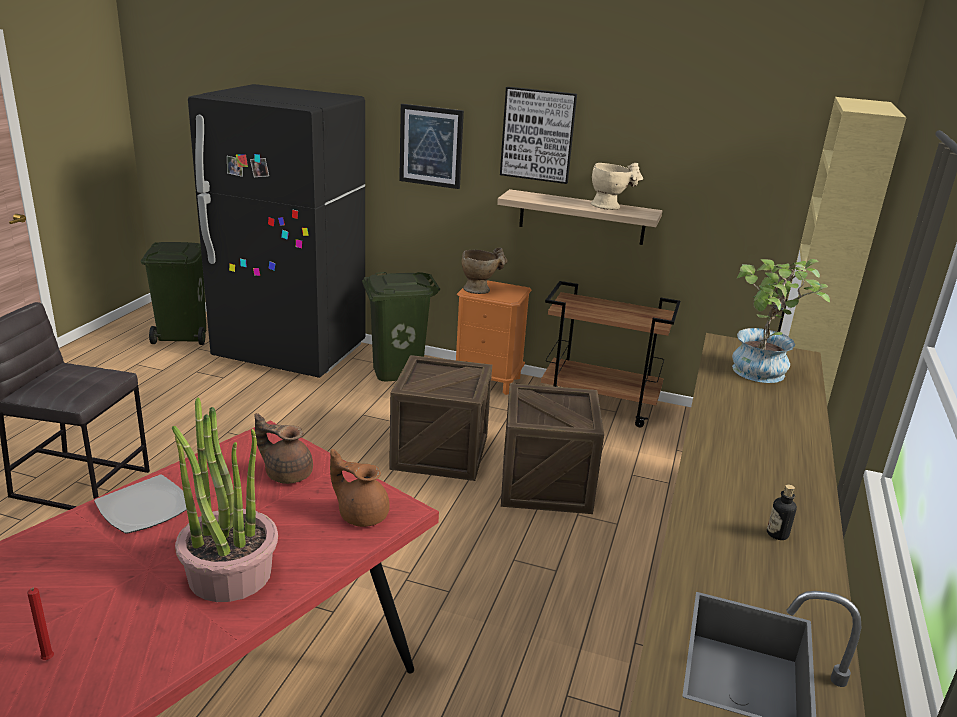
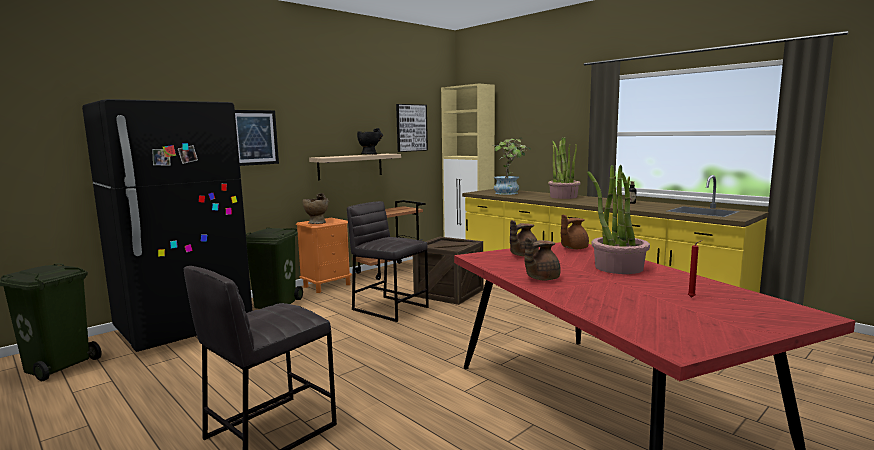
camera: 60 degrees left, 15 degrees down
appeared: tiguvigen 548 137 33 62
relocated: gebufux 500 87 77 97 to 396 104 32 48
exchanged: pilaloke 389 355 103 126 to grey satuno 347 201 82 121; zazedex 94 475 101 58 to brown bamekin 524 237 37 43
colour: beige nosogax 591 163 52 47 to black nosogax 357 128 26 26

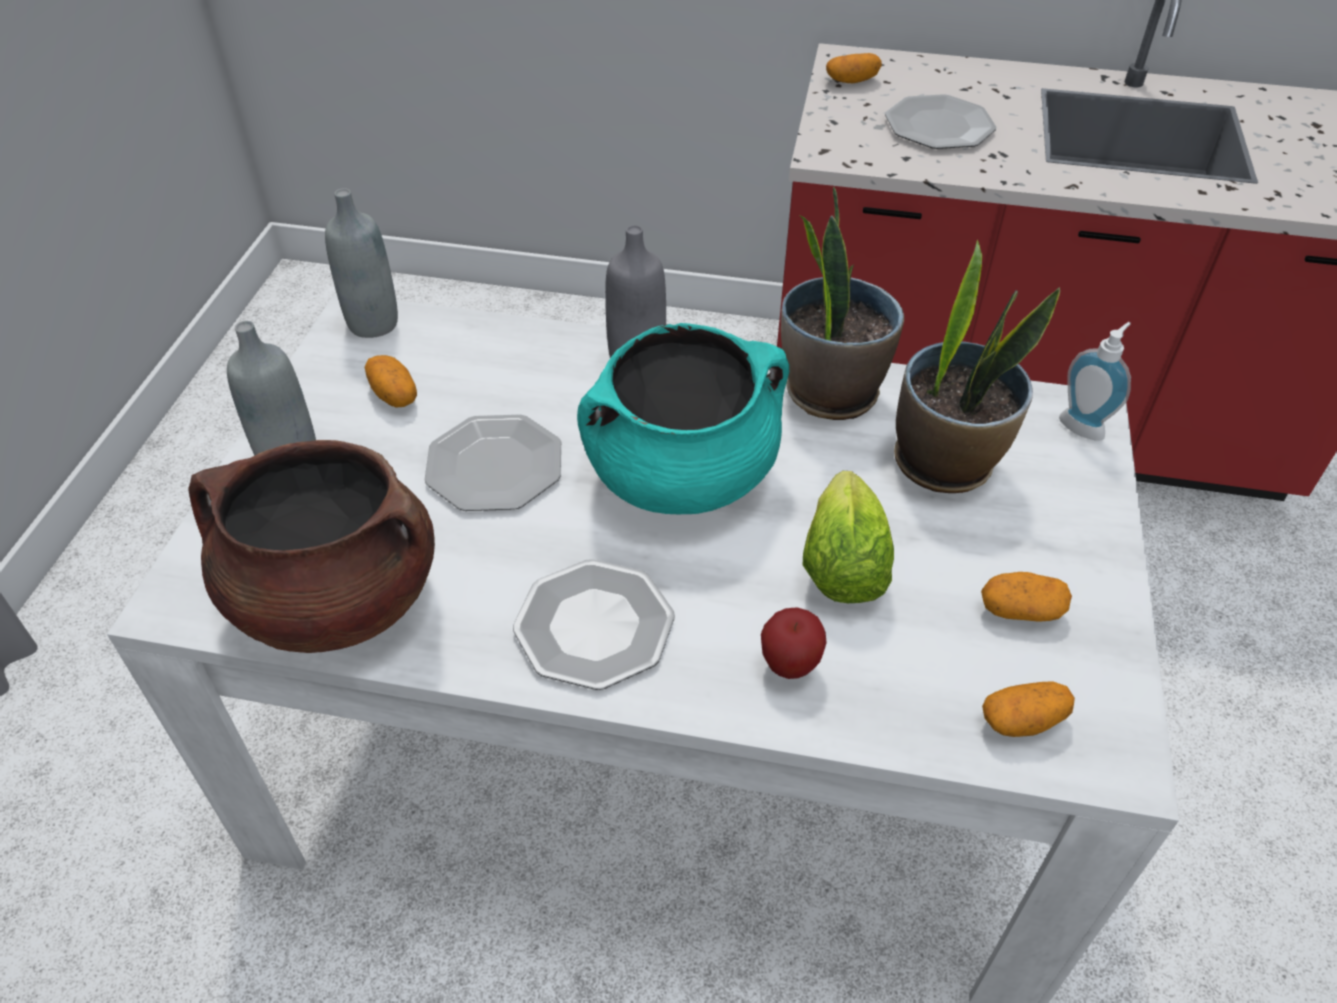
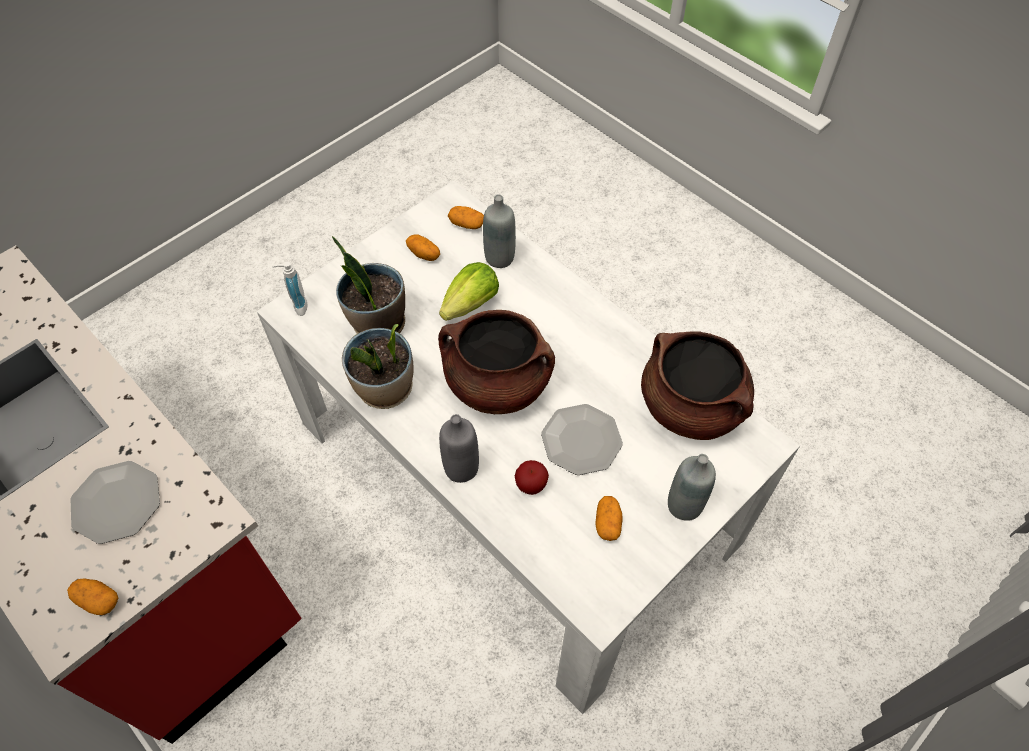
camera: 145 degrees left, 10 degrees up
missing: zazedex 513 559 162 131
relocated: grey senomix 325 188 73 150 to 483 194 33 74; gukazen 761 607 66 72 to 515 460 34 35
colour: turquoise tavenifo 577 323 212 191 to brown tavenifo 438 310 117 104

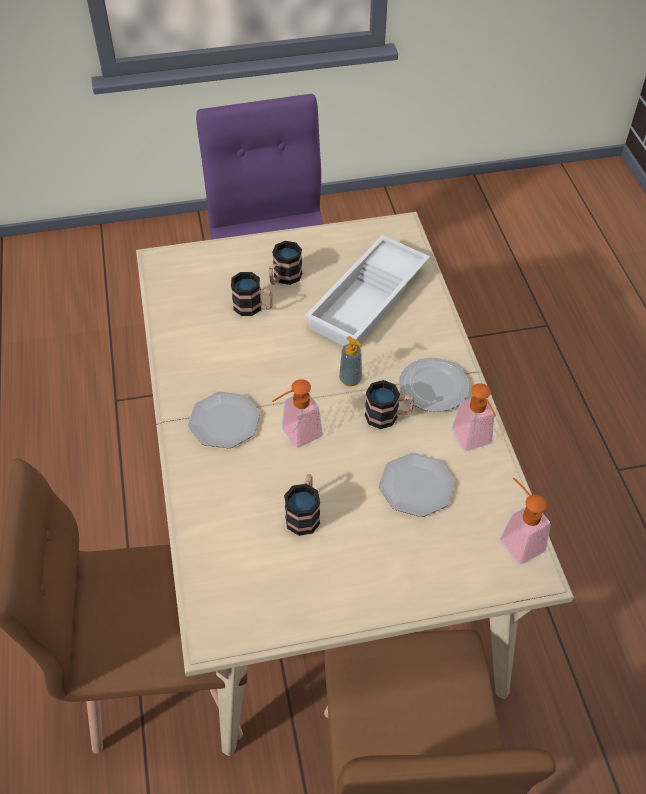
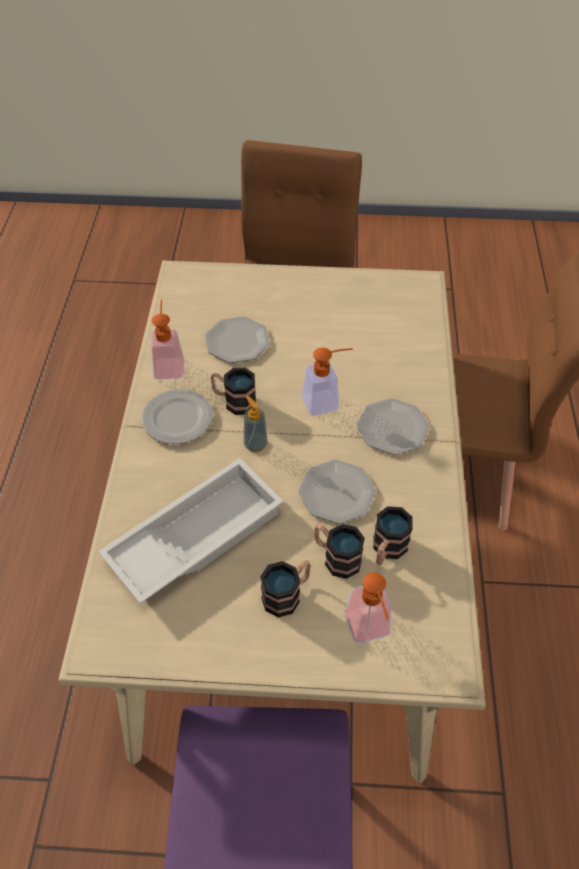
camera: 165 degrees left, 0 degrees up
appeared: zazedex 299 460 77 64
relocated: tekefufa 284 474 36 62 to 373 506 40 59; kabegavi 500 478 51 86 to 345 572 46 71

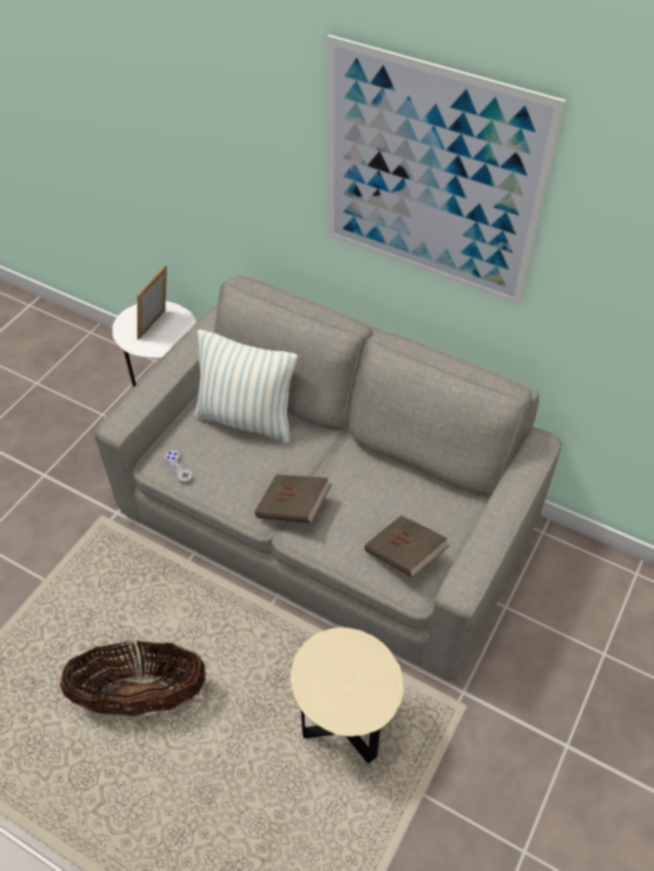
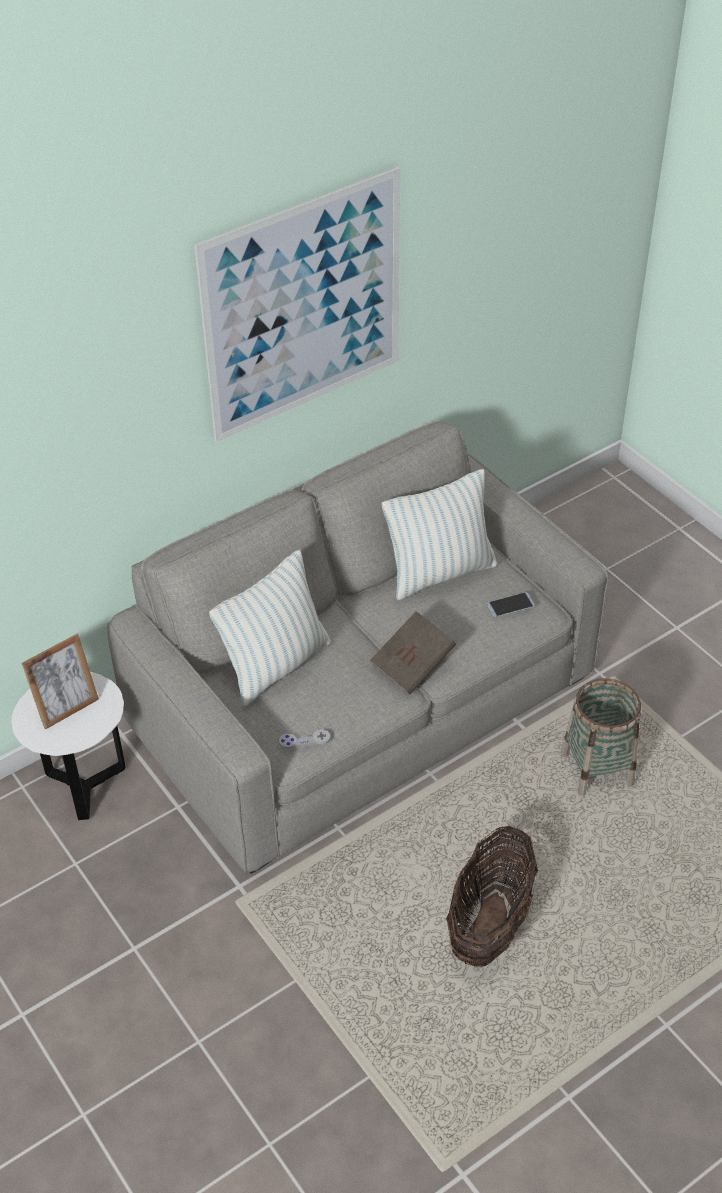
camera: 65 degrees left, 5 degrees down
appeared: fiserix 382 469 115 131
exchanged: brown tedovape 365 515 85 63 to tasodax 487 592 48 25; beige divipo 290 627 114 137 to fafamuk 561 678 80 118
spun: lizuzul 137 265 30 75 = 21 634 78 96 90 degrees counterclockwise

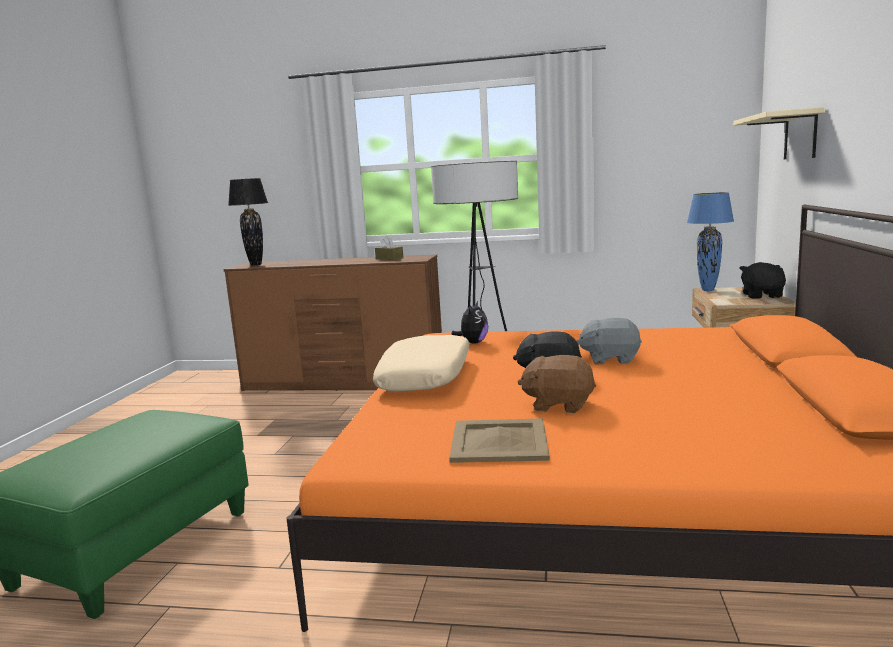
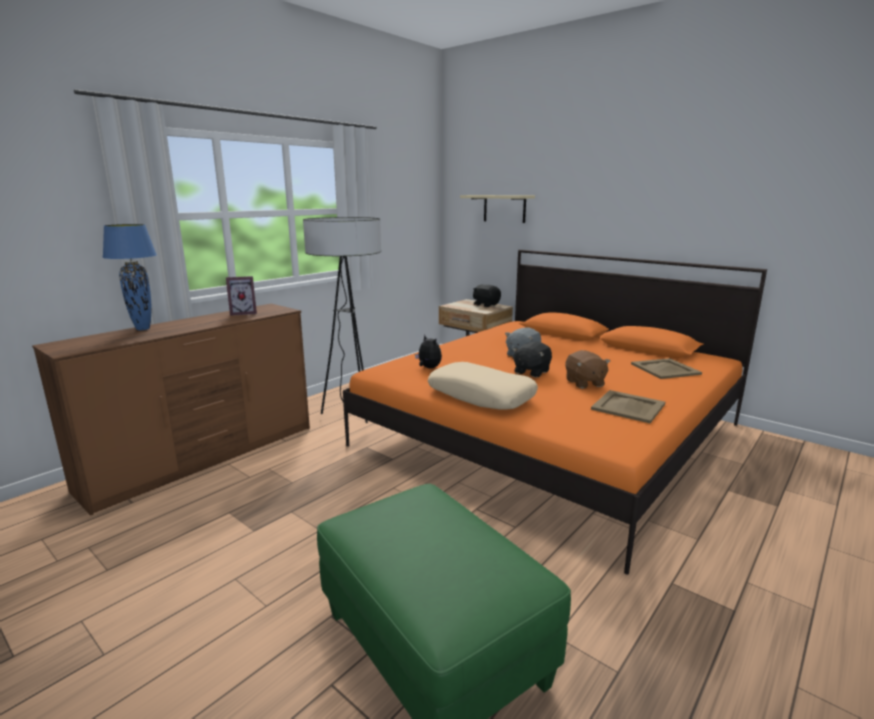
camera: 60 degrees left, 5 degrees up
missing: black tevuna 228 178 40 88
appeared: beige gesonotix 631 358 71 21
relocated: blue tevuna 687 192 47 99 to 102 224 55 106
exchanged: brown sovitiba 375 236 28 24 to lizuzul 226 276 31 40
spun: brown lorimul 518 355 78 58 = 565 350 45 39 60 degrees counterclockwise

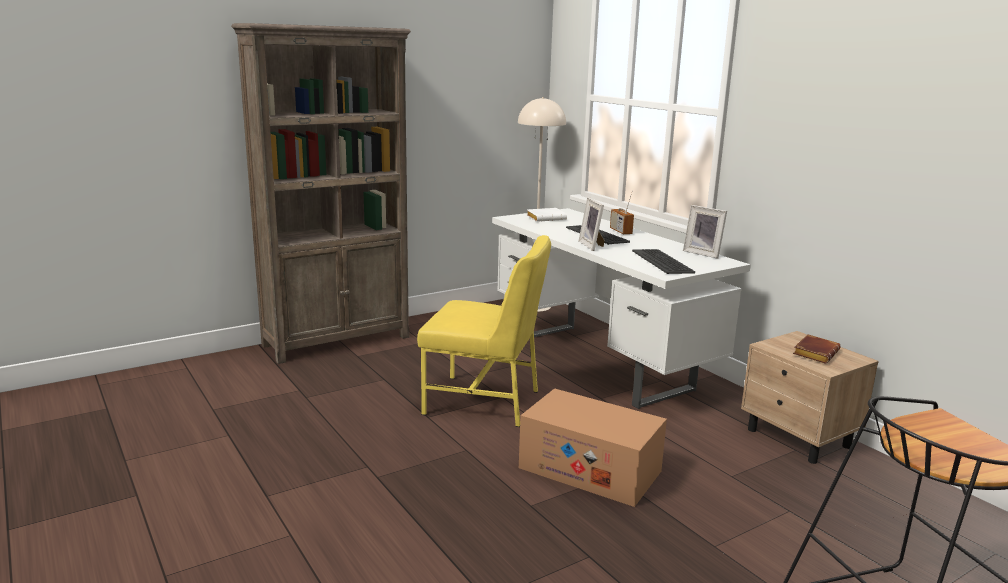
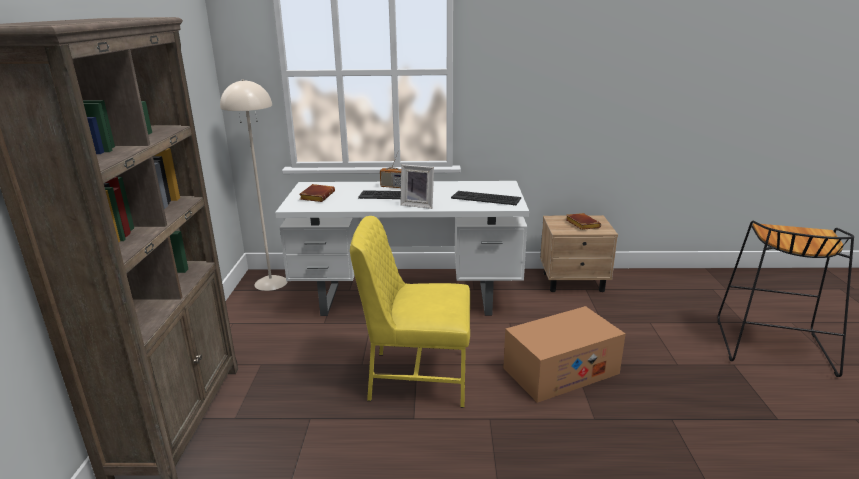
camera: 55 degrees left, 5 degrees up
missing: lizuzul 683 205 44 54
colour: white tedovape 527 208 40 14 to brown tedovape 299 184 36 18
spun: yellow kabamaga 417 235 134 192 = 350 216 120 192 135 degrees counterclockwise

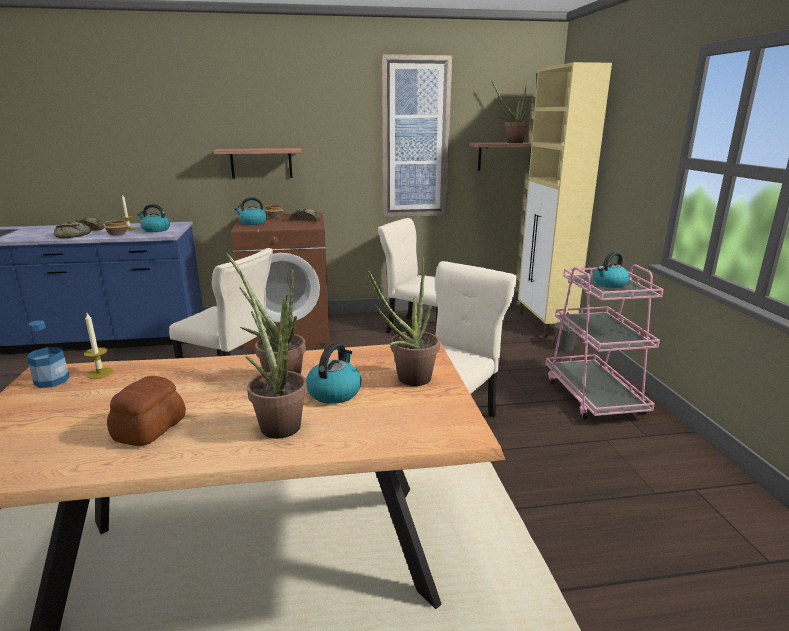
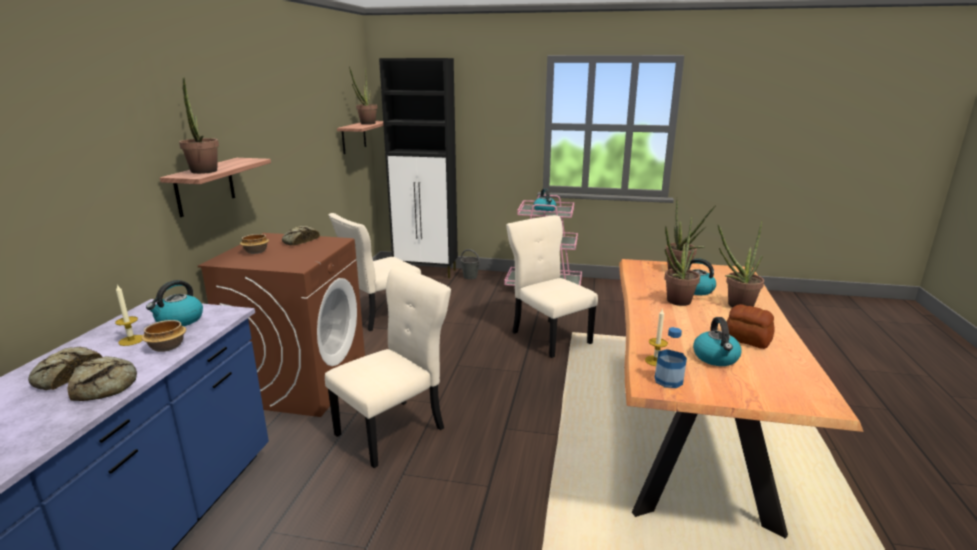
camera: 70 degrees left, 0 degrees up
missing: gebufux 381 54 71 163
appeared: tiguvigen 179 77 40 97
relocated: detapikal 234 197 33 28 to 693 317 49 49
colour: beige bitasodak 518 62 94 277 to black bitasodak 379 58 79 220

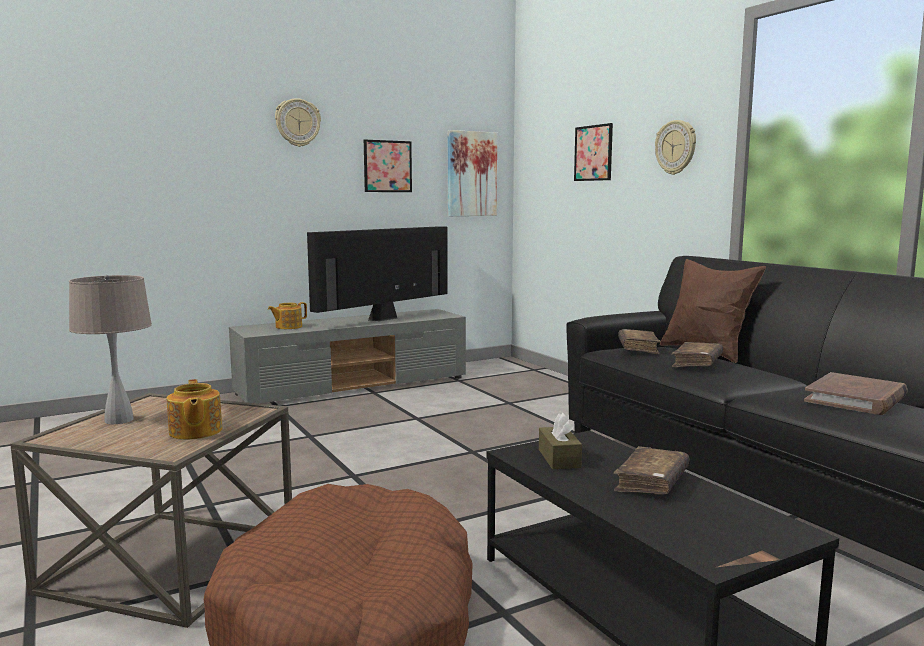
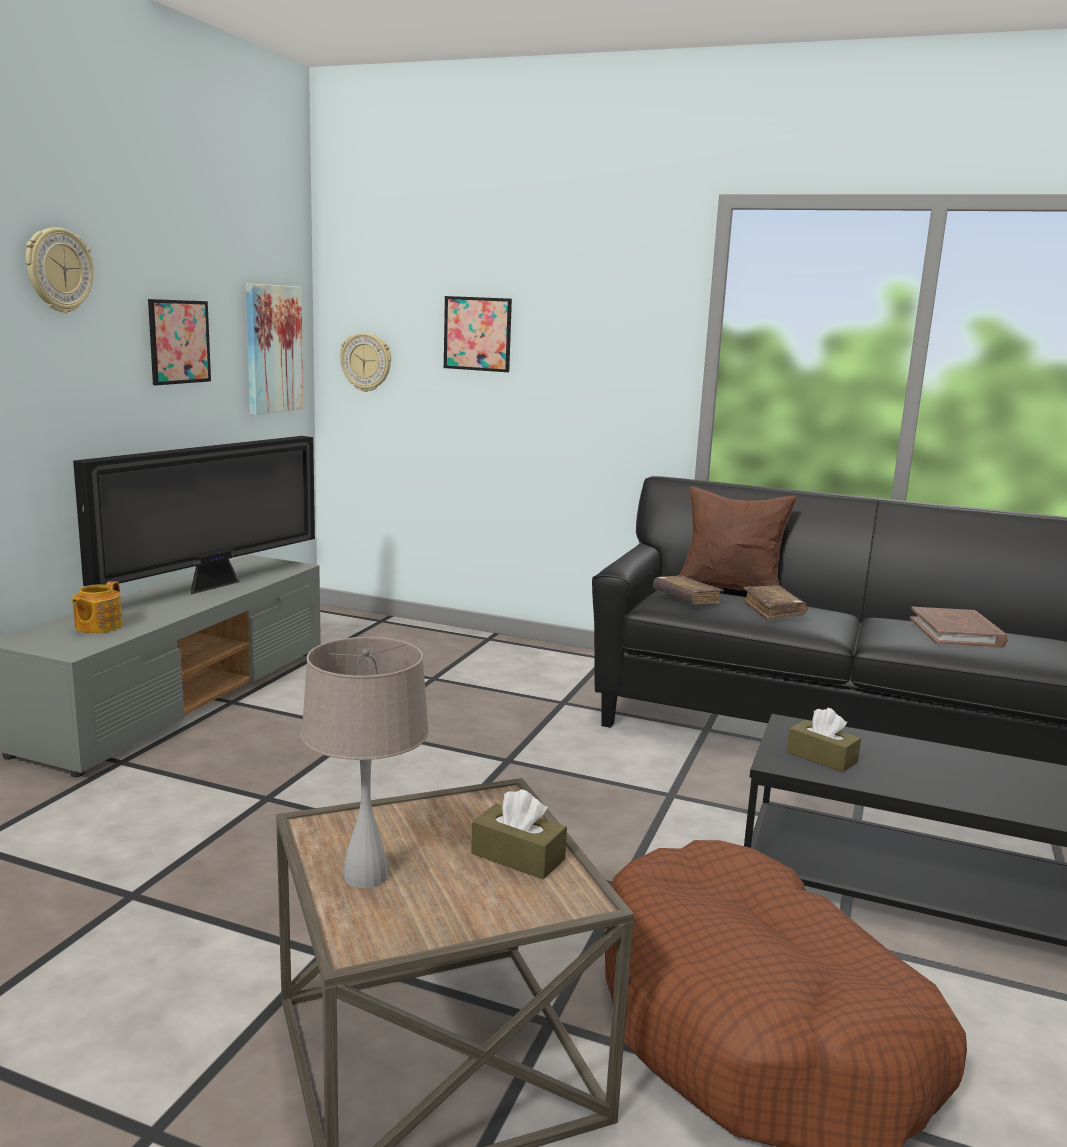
camera: 40 degrees left, 5 degrees up
missing: brown tedovape 614 446 75 49
relocated: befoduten 655 120 41 55 to 340 333 51 59
exchanged: bamekin 167 379 55 61 to brown sovitiba 471 789 96 90
spun: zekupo 307 226 141 95 = 73 436 242 158 150 degrees counterclockwise

